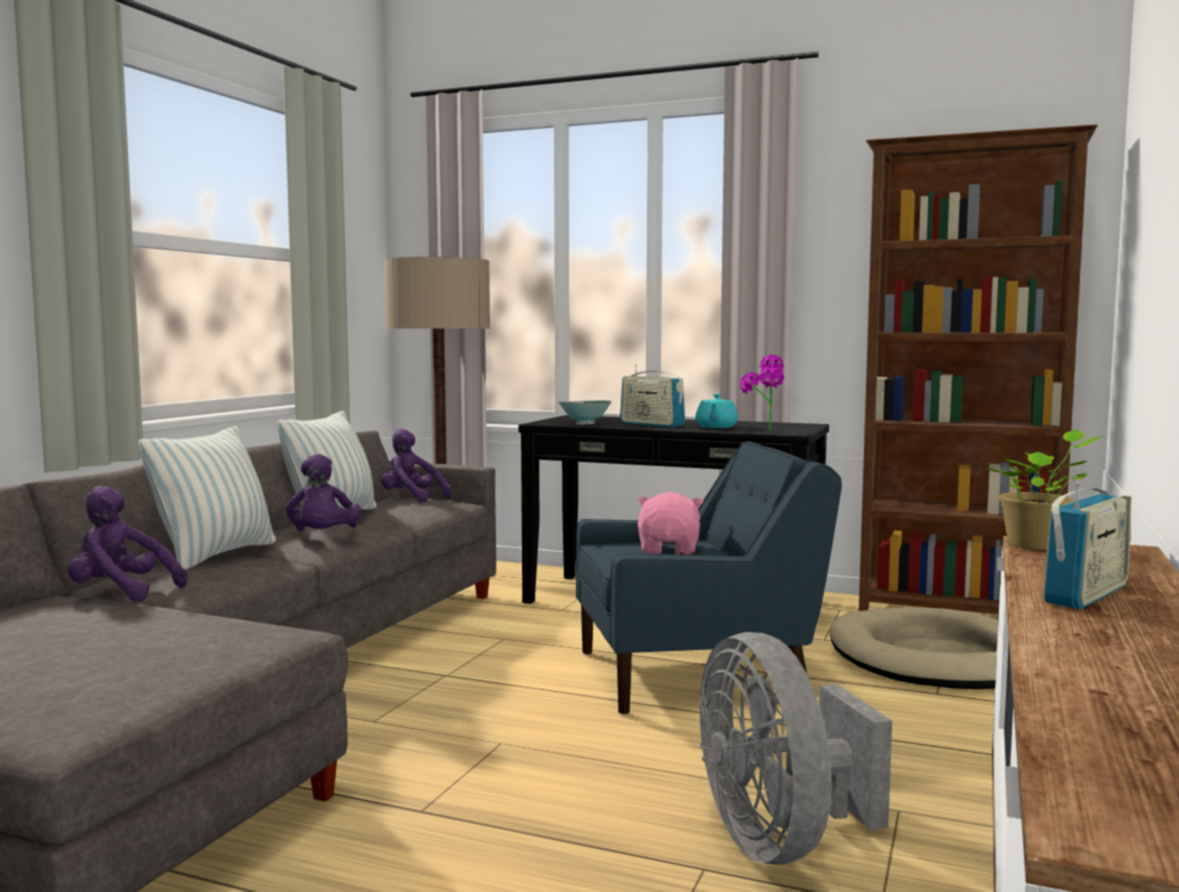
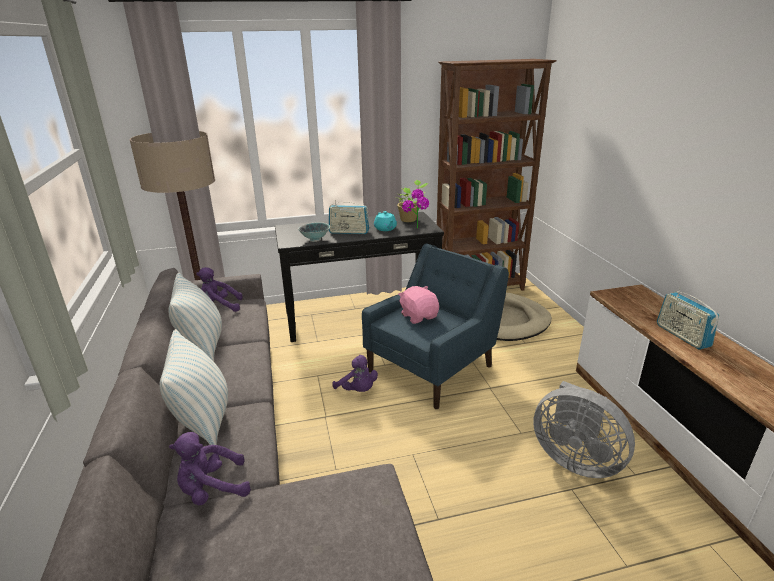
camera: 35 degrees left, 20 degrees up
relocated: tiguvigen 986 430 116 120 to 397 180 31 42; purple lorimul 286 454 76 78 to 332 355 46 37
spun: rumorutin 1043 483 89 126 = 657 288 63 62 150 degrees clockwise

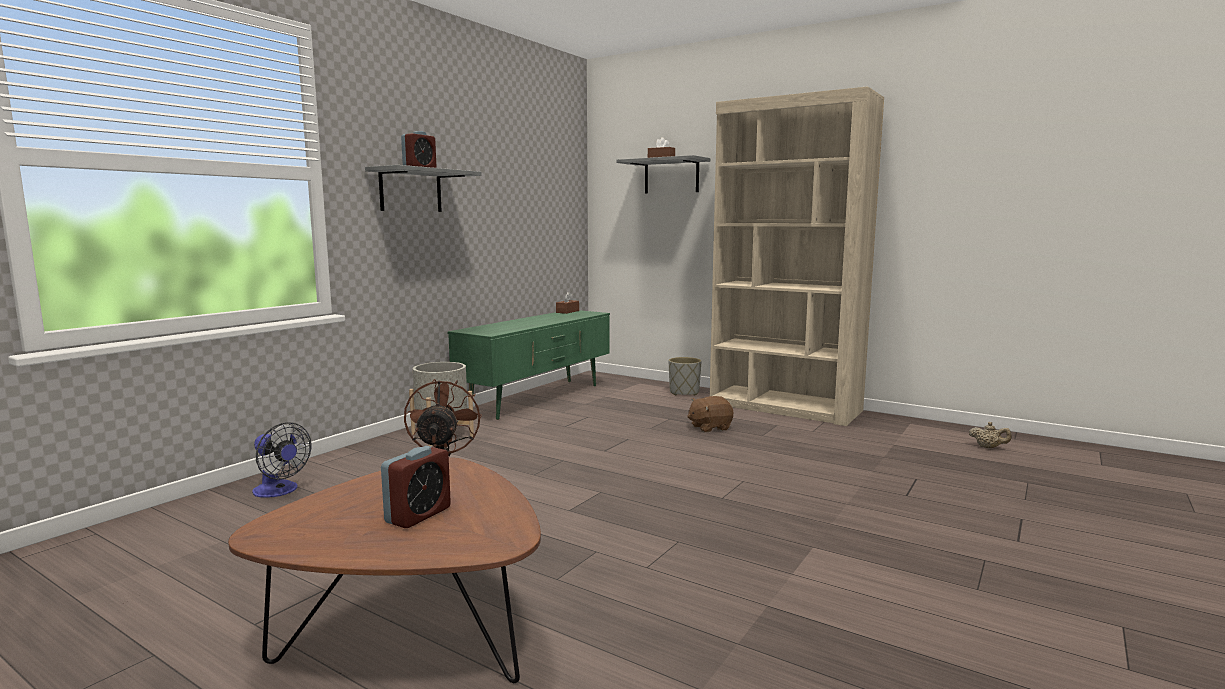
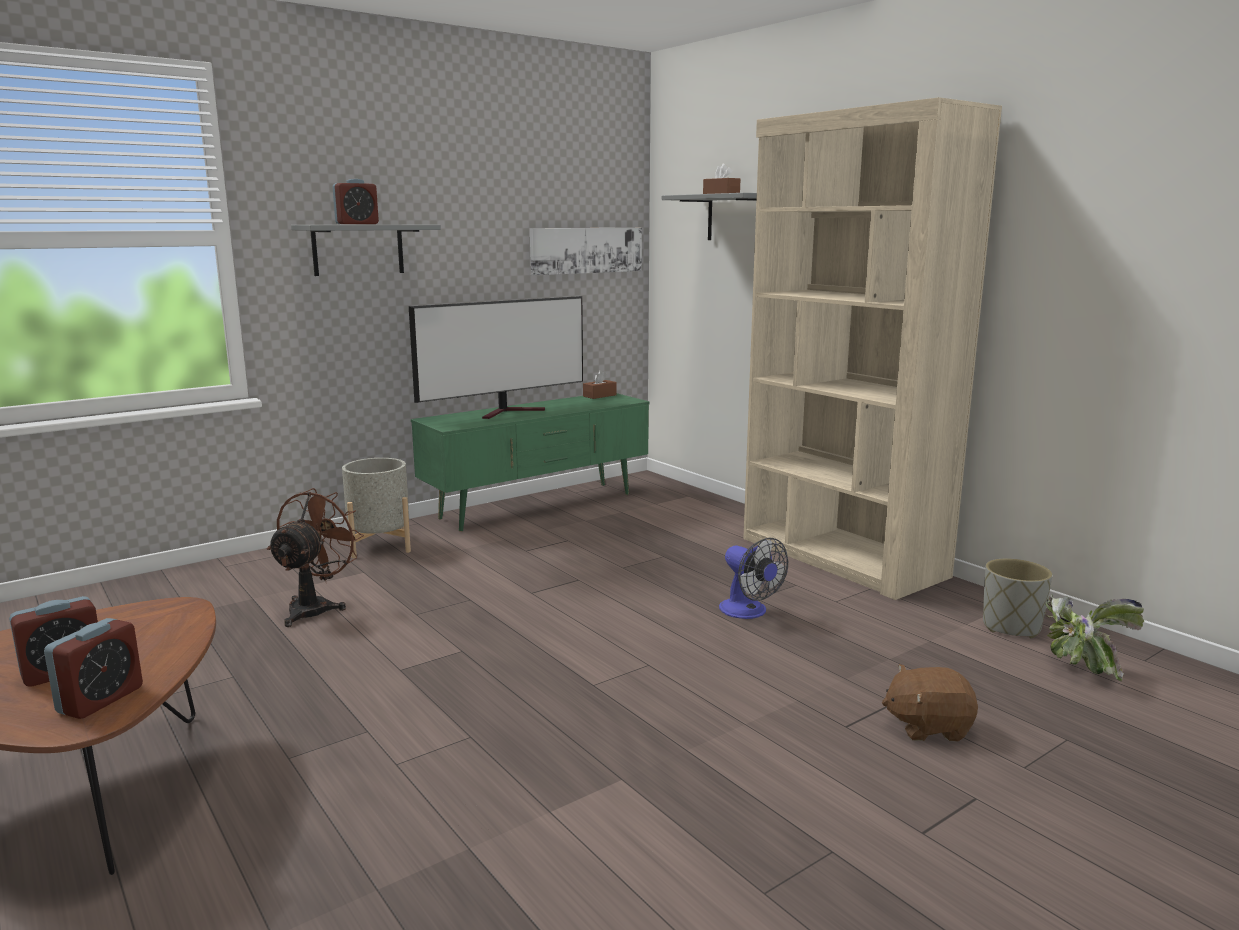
camera: 20 degrees right, 5 degrees up
appeared: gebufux 530 228 112 47; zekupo 409 296 174 123; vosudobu 44 618 99 101
relocated: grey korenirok 669 357 33 39 to 983 559 69 79; brown lorimul 687 396 46 36 to 882 664 96 77; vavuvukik 252 422 59 76 to 719 538 69 81
exchanged: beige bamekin 969 422 43 26 to tiguvigen 1044 595 100 87

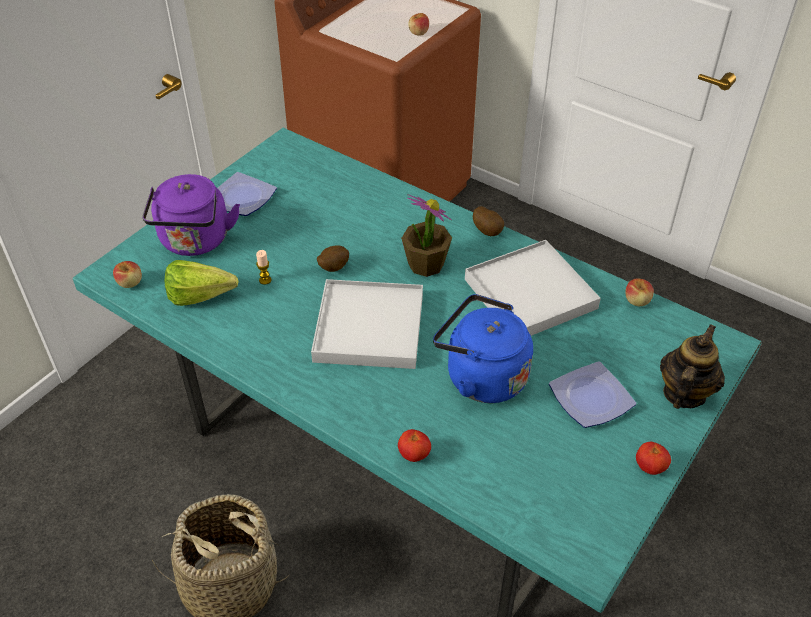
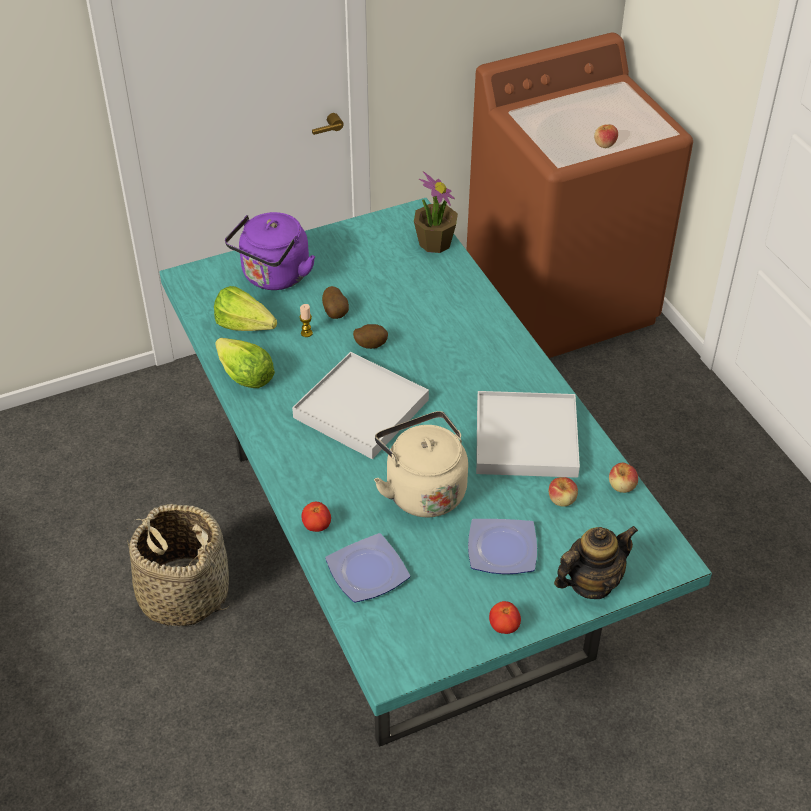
camera: 30 degrees right, 0 degrees up
appeared: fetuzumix 215 338 60 50
relocated: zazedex 218 172 59 44 to 325 533 85 70; tiguvigen 401 194 51 83 to 414 171 44 82; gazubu 473 206 31 30 to 322 286 27 33; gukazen 113 261 29 27 to 549 477 29 30
colour: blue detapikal 433 294 100 109 to beige detapikal 374 411 94 106

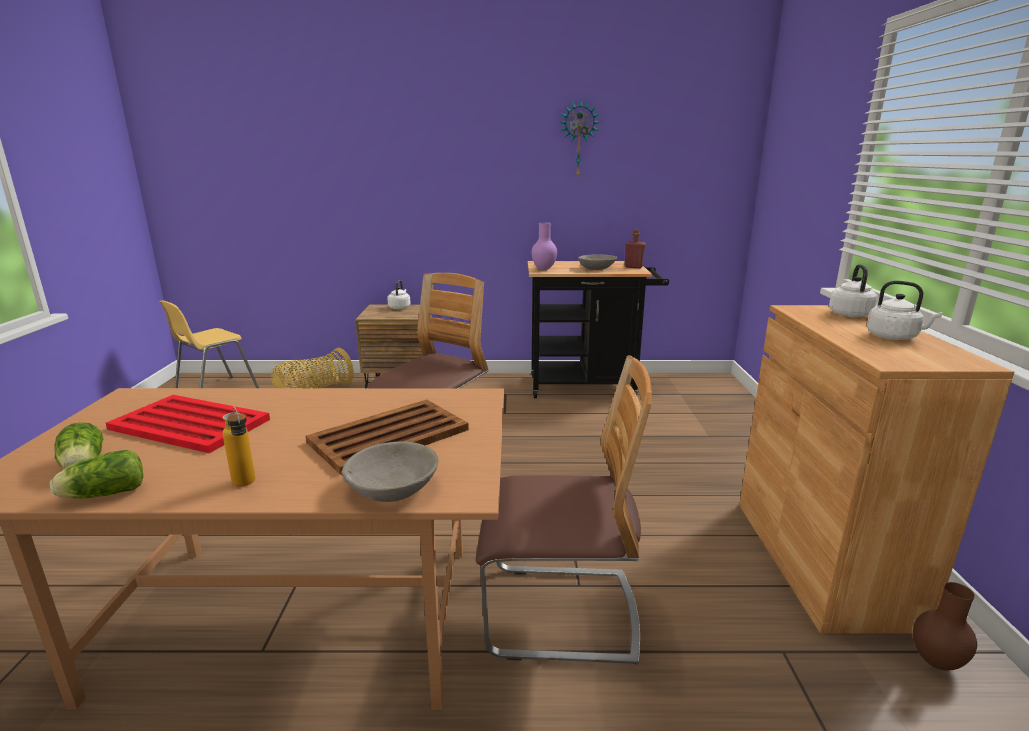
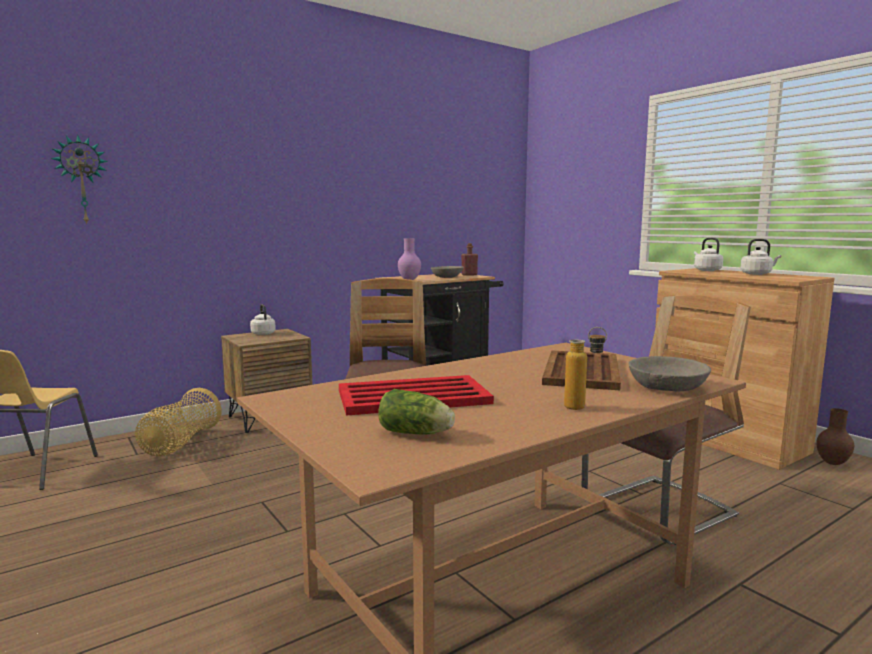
camera: 35 degrees left, 10 degrees down
missing: fetuzumix 50 450 93 49
relocated: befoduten 559 100 42 77 to 51 135 57 90

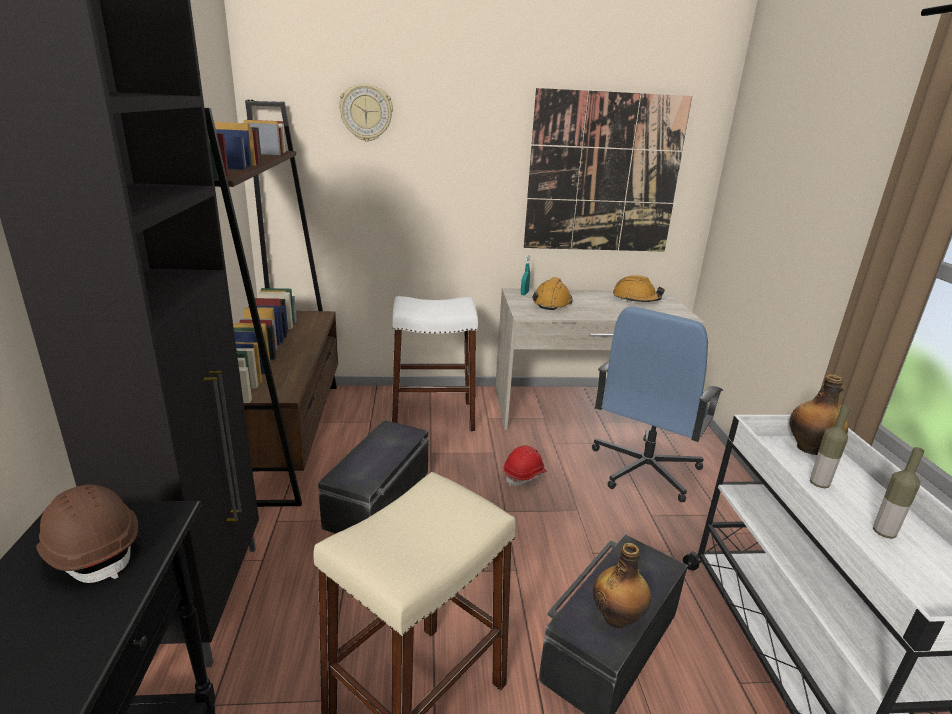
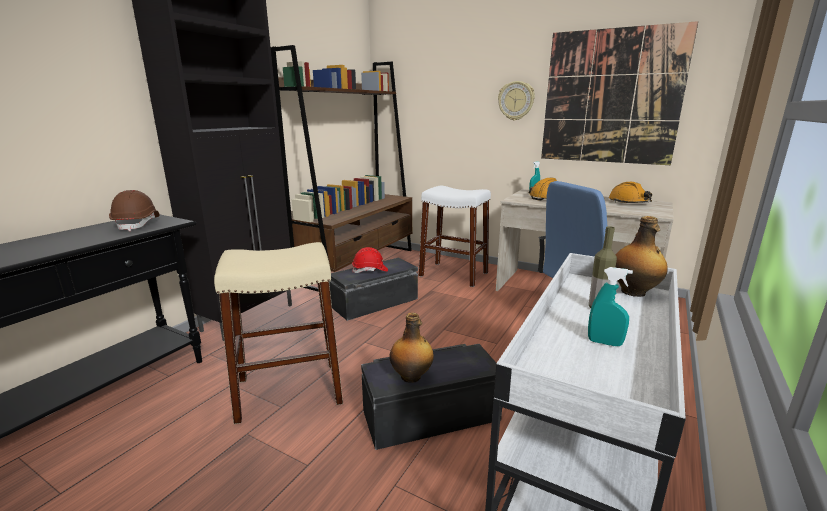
camera: 35 degrees right, 5 degrees down
relocated: befoduten 339 84 54 58 to 498 81 37 40; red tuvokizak 504 446 43 40 to 352 247 36 26
exchanged: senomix 873 447 51 92 to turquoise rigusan 588 267 45 79

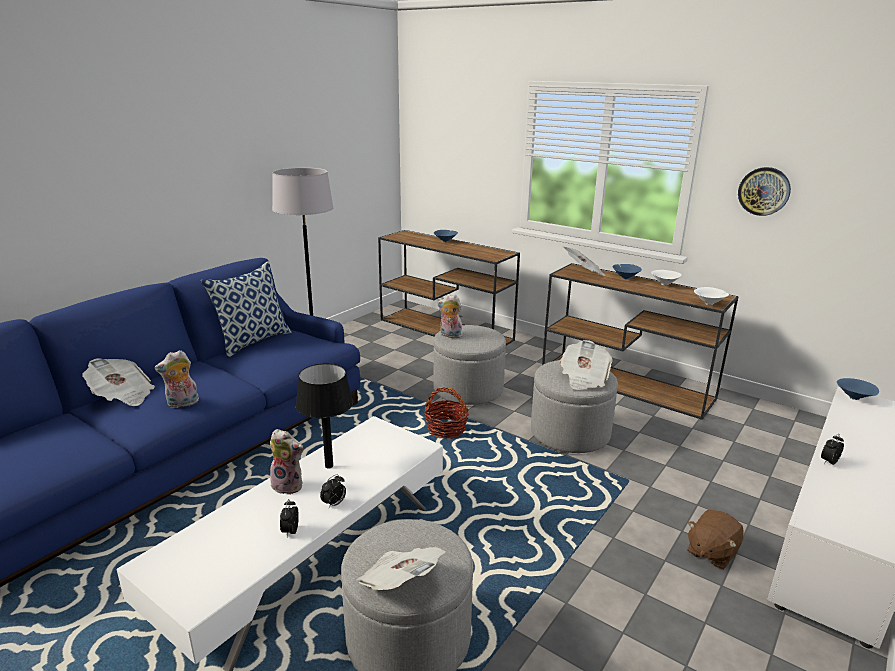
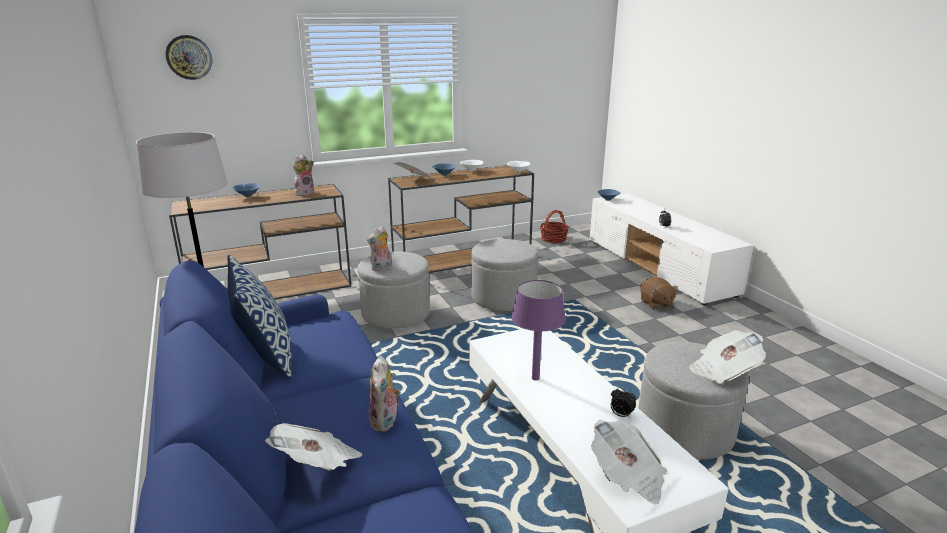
camera: 60 degrees left, 0 degrees up
missing: vosudobu 320 474 26 34
relocated: befoduten 738 167 53 49 to 165 35 47 45; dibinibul 560 340 53 50 to 591 420 76 84; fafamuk 424 387 45 52 to 540 210 29 33; lorimul 270 429 33 66 to 293 154 21 42
colour: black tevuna 296 363 57 105 to purple tevuna 511 280 55 101

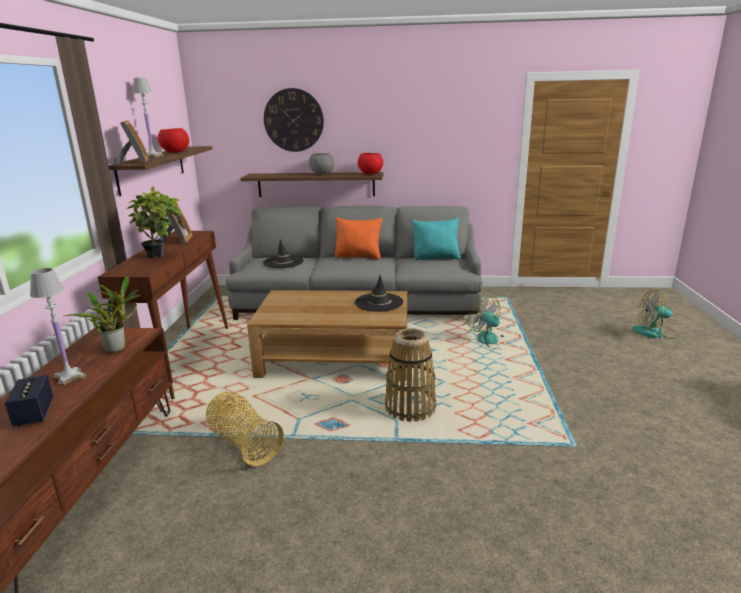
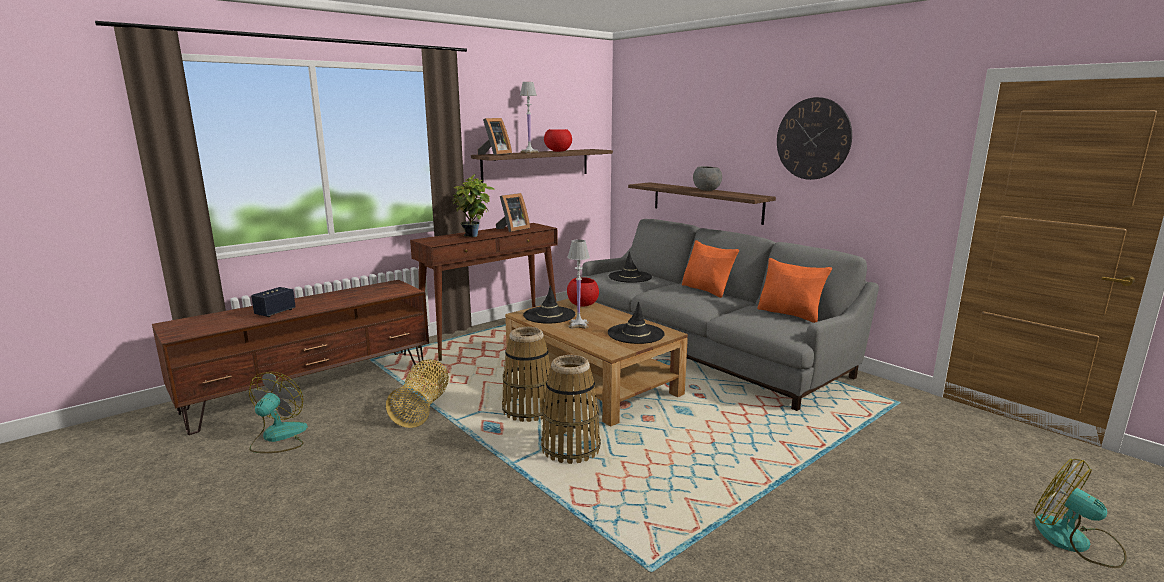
camera: 45 degrees right, 5 degrees down
missing: tiguvigen 63 276 77 77
appeared: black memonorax 523 285 52 39; fafamuk 502 327 48 95
relocated: befoduten 264 88 60 64 to 777 97 75 83; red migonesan 358 153 25 21 to 567 277 32 30; white tevuna 30 268 56 118 to 567 239 23 90; vavuvukik 467 296 37 54 to 249 372 59 81
colour: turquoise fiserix 412 218 49 43 to orange fiserix 757 258 75 65

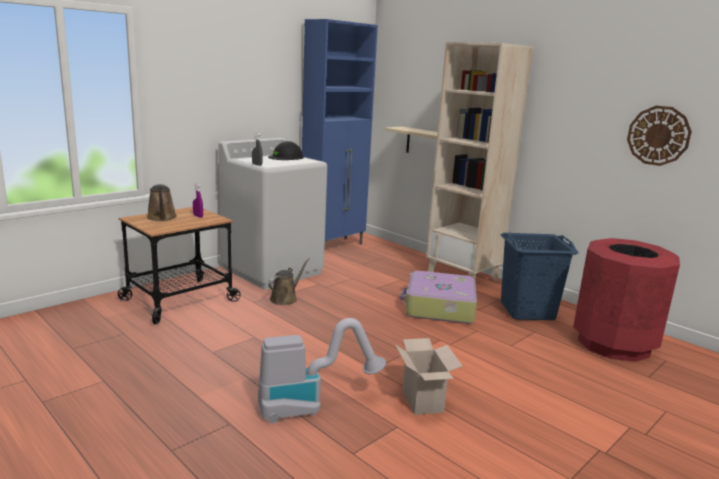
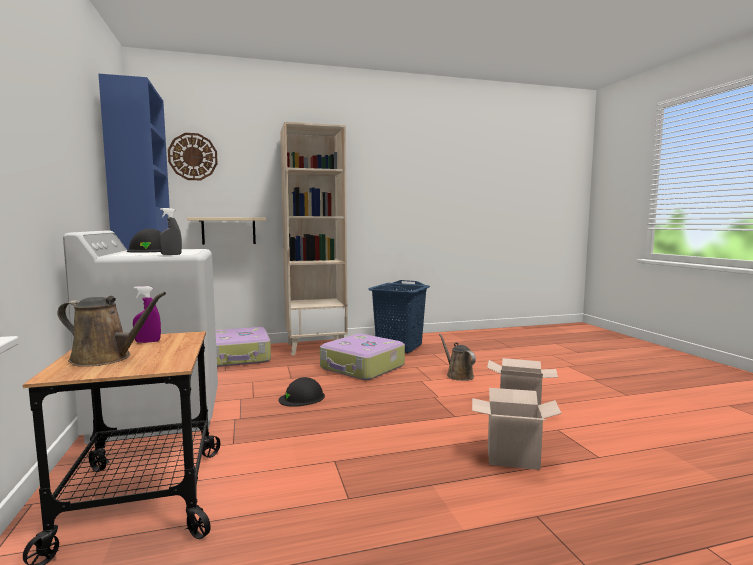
camera: 60 degrees left, 10 degrees down
missing: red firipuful 573 238 107 124
appeared: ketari 216 327 55 40; black tuvokizak 279 377 46 30
relocated: befoduten 627 106 65 60 to 168 133 50 47; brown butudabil 268 258 42 47 to 439 334 37 47
exchanged: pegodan 258 318 128 106 to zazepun 472 388 90 82

